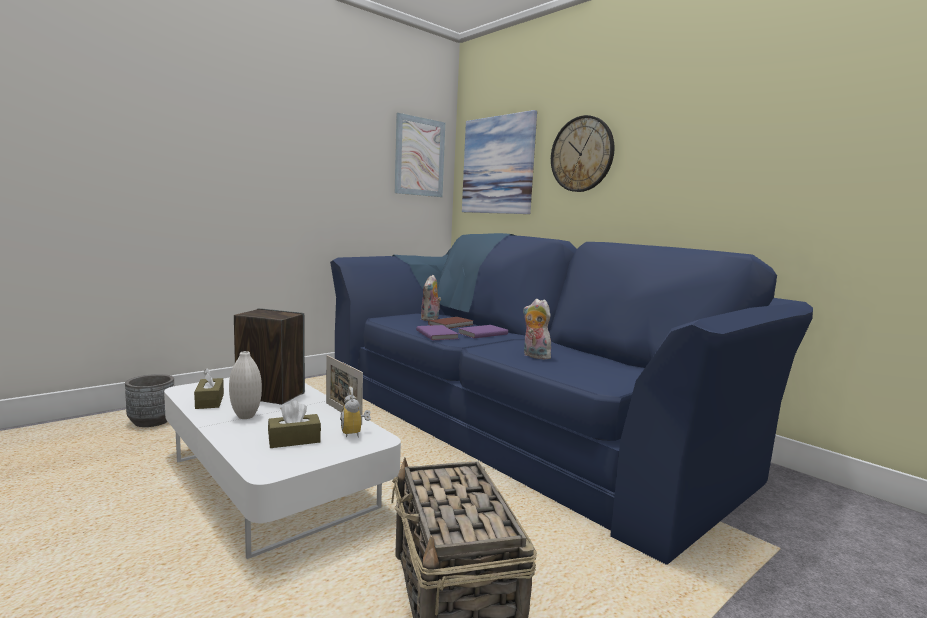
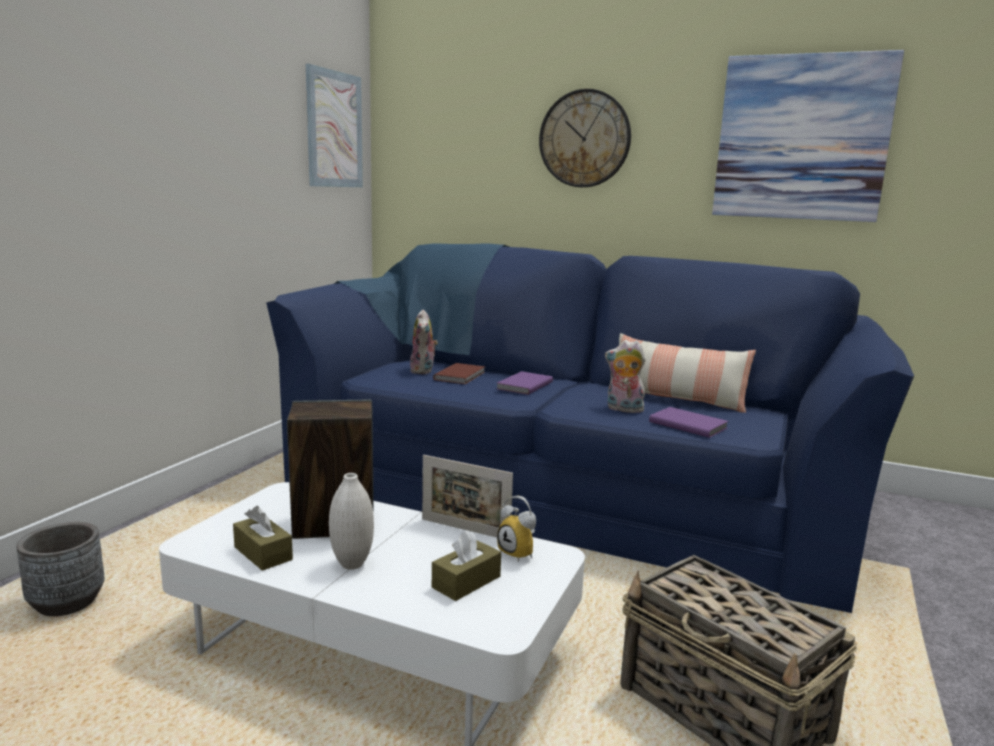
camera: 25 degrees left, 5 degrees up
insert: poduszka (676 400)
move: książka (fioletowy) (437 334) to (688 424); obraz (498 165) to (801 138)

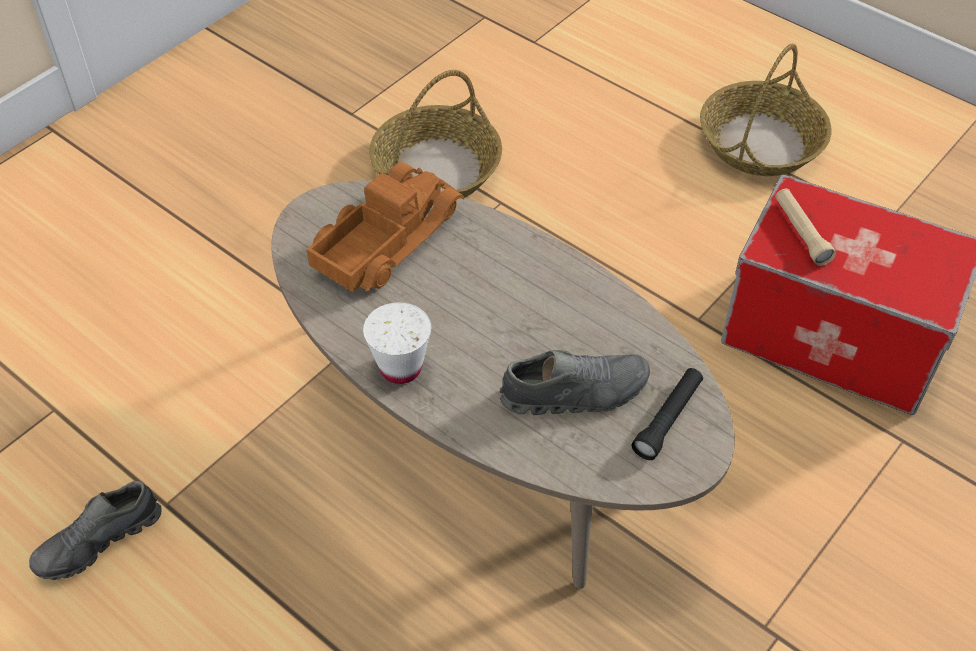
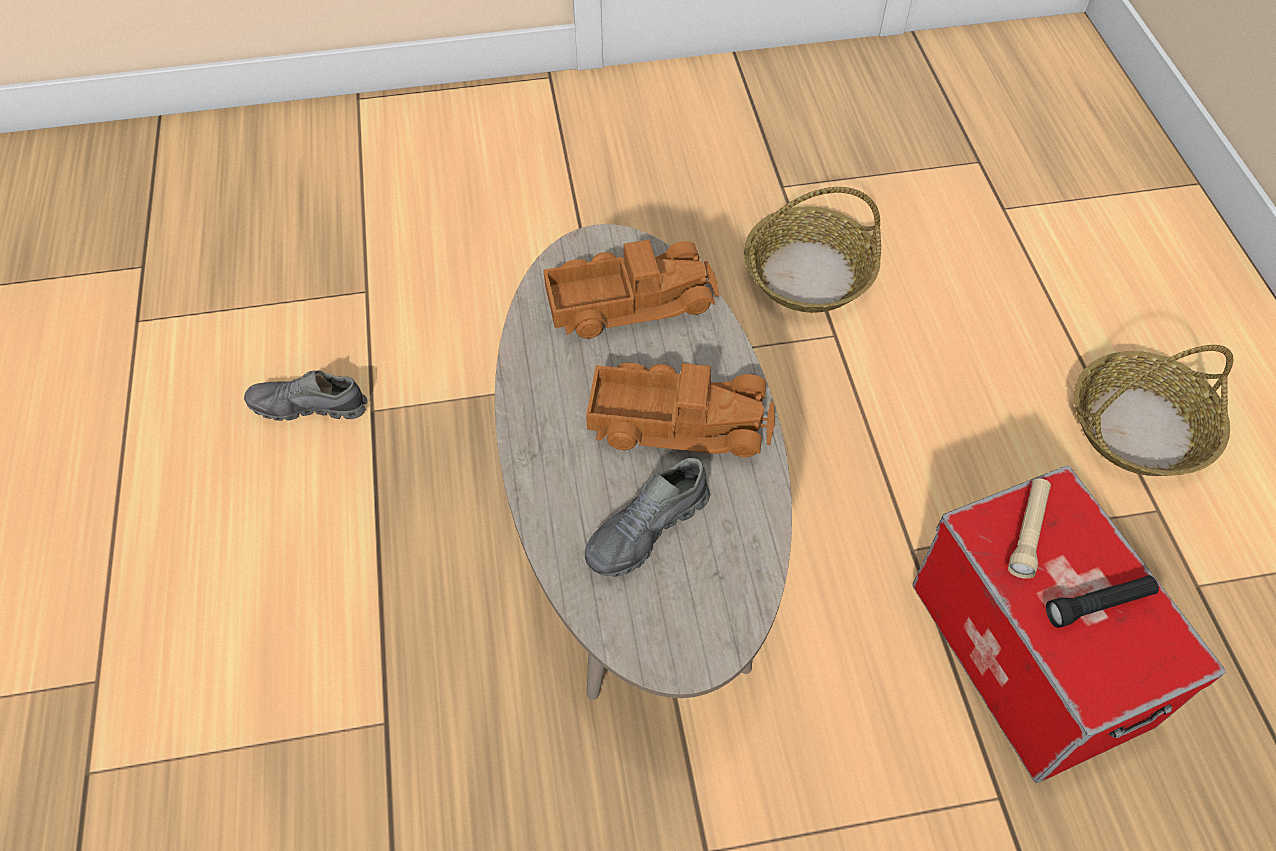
camera: 40 degrees right, 5 degrees up
delete: filiżanka (biały) (401 368)
insert: ciężarówka zabawkowa (678 420)
move: latarka (czarny) (668 419) to (1098 605)
rotate: but (szary) (574 392) = (647 530) 105 degrees clockwise

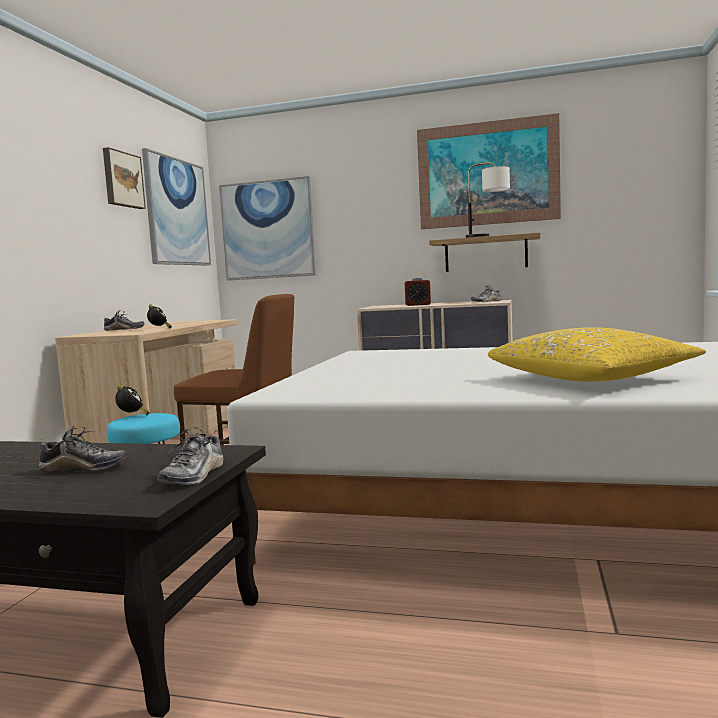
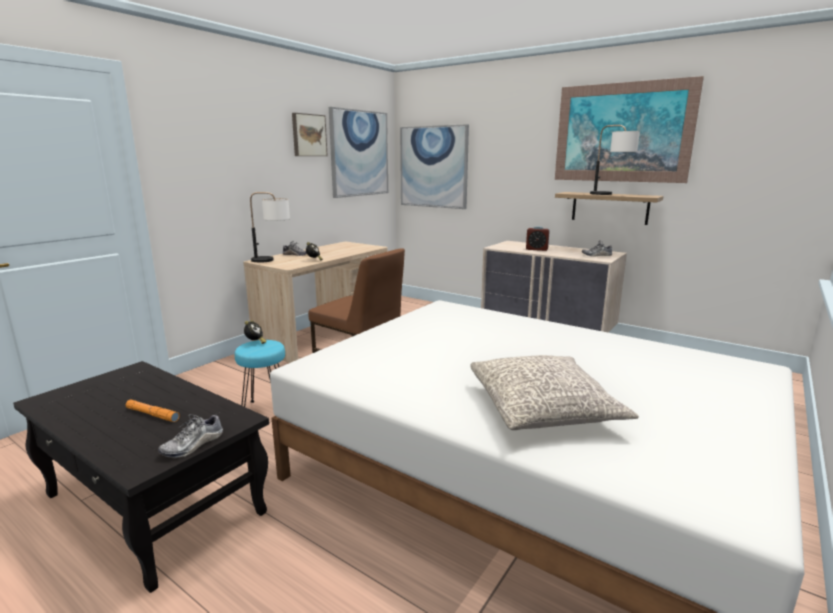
camera: 20 degrees right, 10 degrees up
insert: lampa stołowa (272 260)
replace: but (84 468) to latarka (pomarańczowy) (152 414)
recolor: poduszka (żółty) (591 378) to poduszka (szary) (543 408)

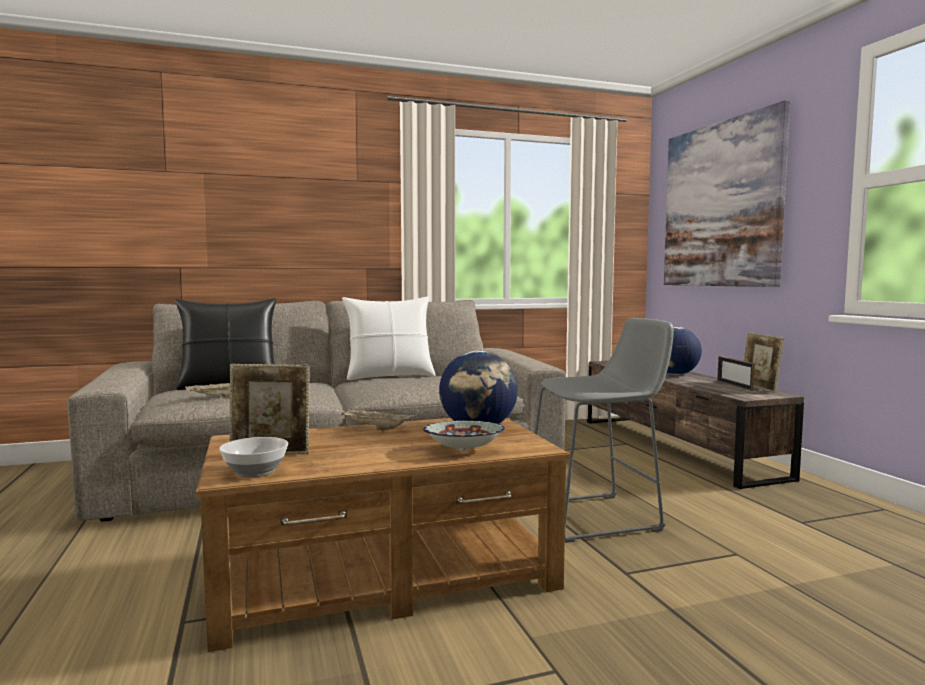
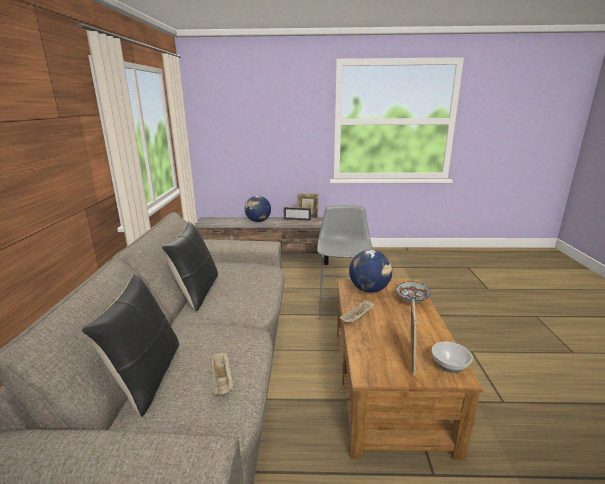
camera: 70 degrees left, 15 degrees up
delete: obraz (721 205)
recolor: poduszka (biały) (389 376) to poduszka (czarny) (197 292)

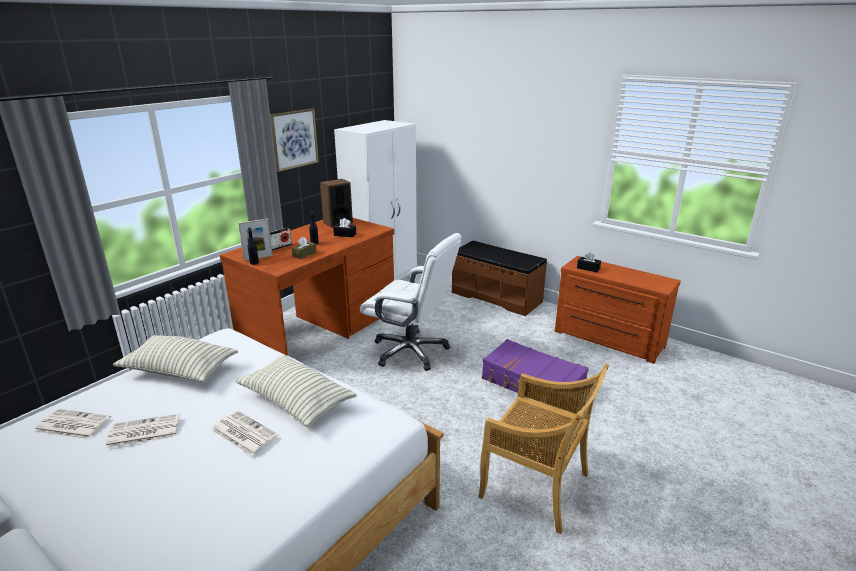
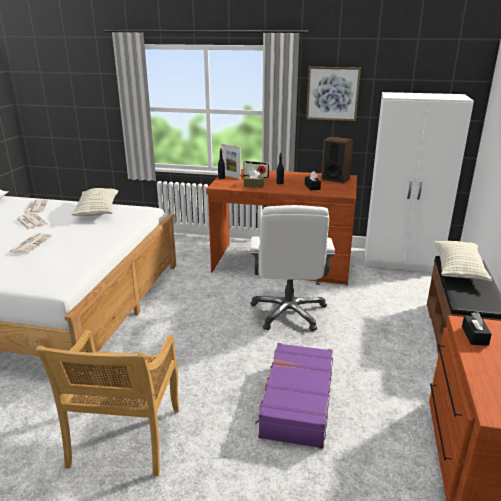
camera: 65 degrees right, 0 degrees up
move: poduszka (296 401) to (458 269)

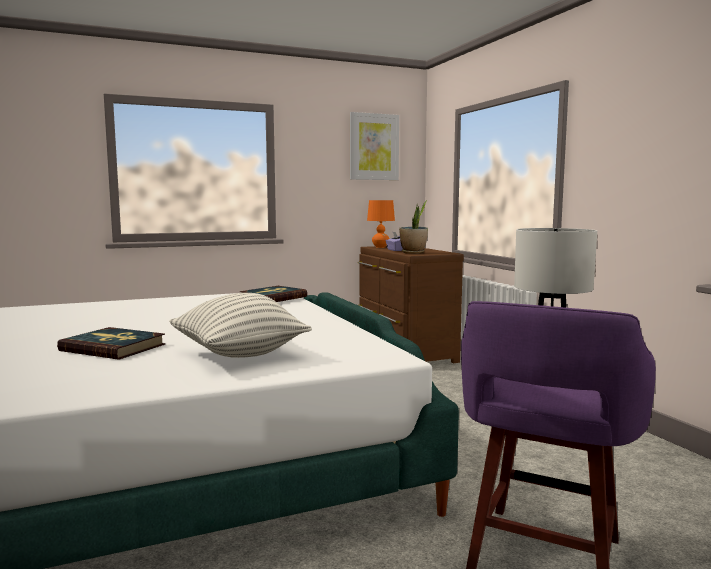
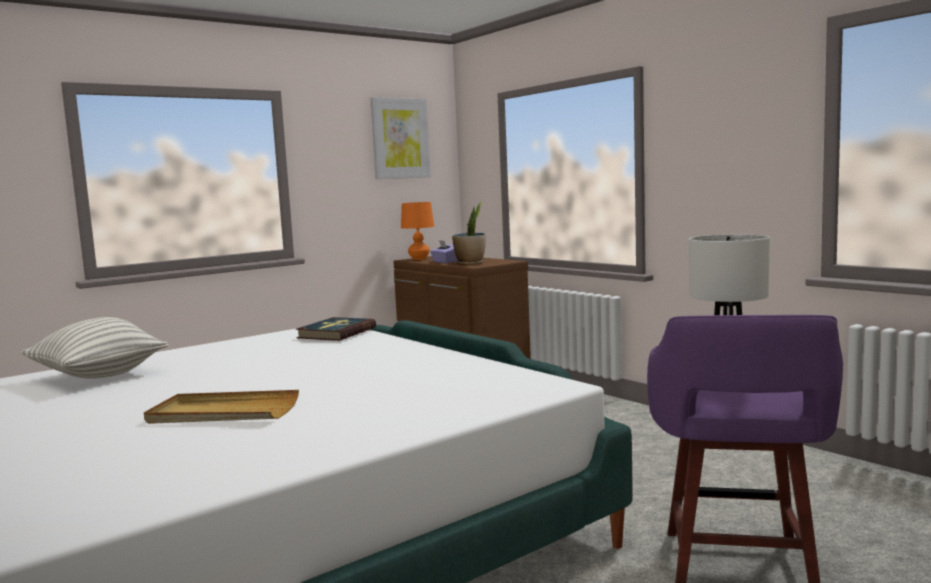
camera: 15 degrees left, 0 degrees up
move: poduszka (239 355) to (99 376)
replace: książka (113 347) to taca (beżowy) (223 413)

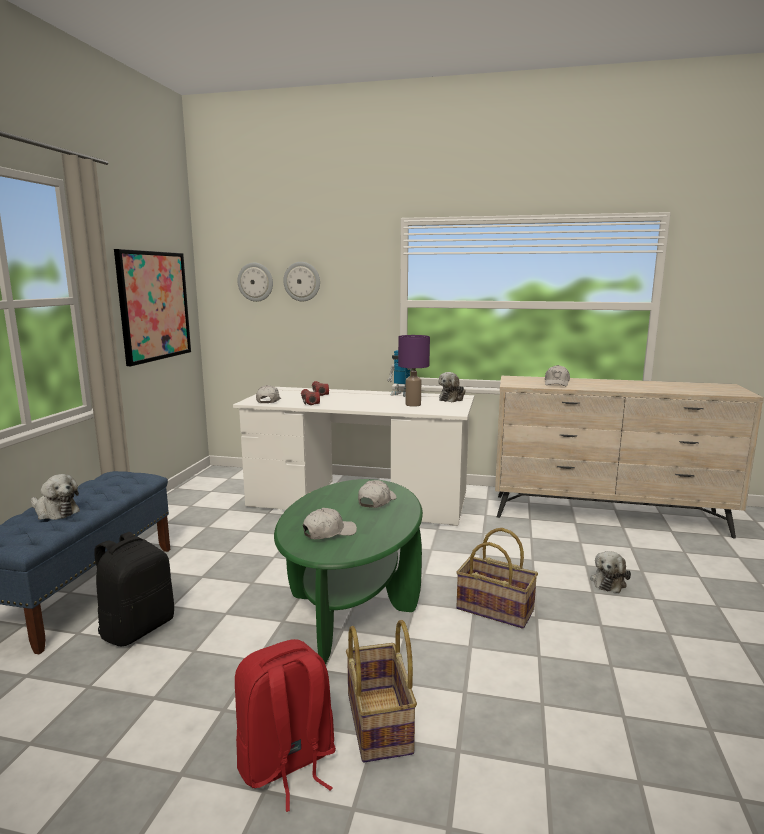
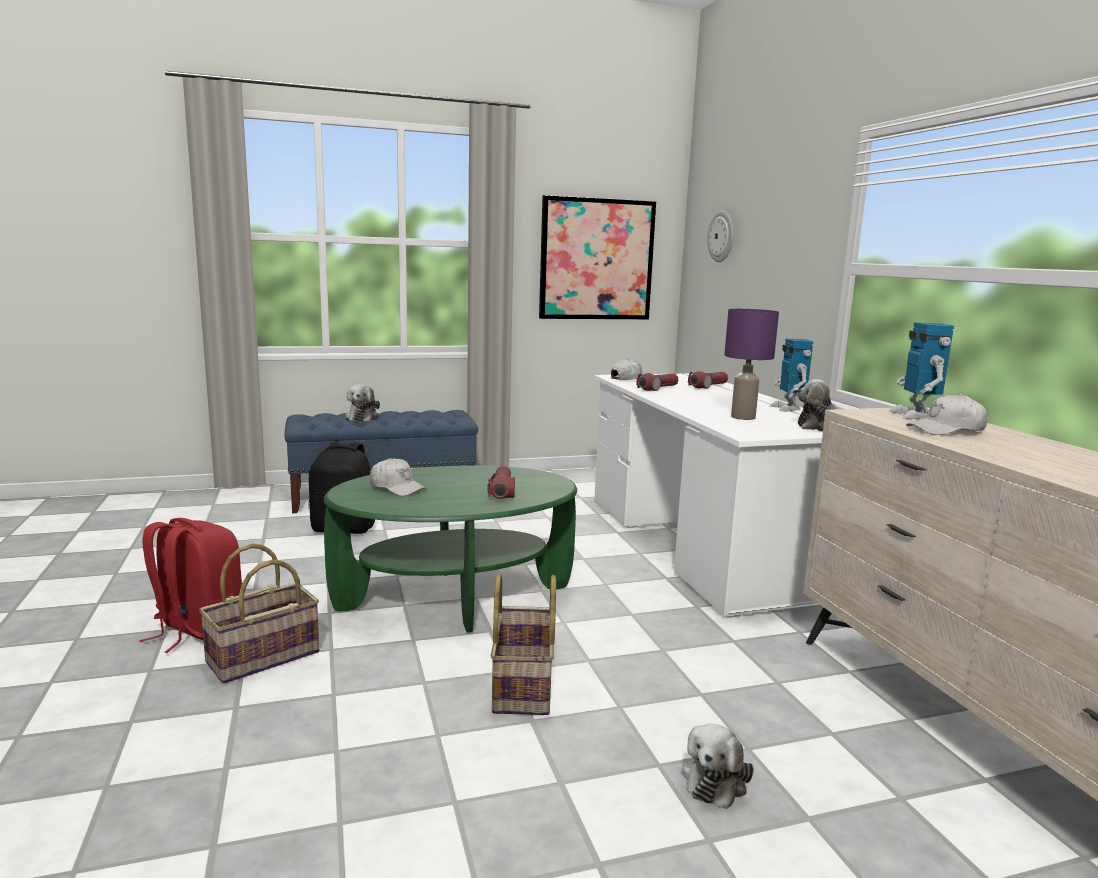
camera: 60 degrees right, 0 degrees up
delete: zegar ścienny (302 281)
insert: robot zabawkowy (914 415)
replace: czapka z daszkiem (biały) (376 501) to latarka (501 491)
rotate: pluszak (608 581) = (715 779) 60 degrees counterclockwise

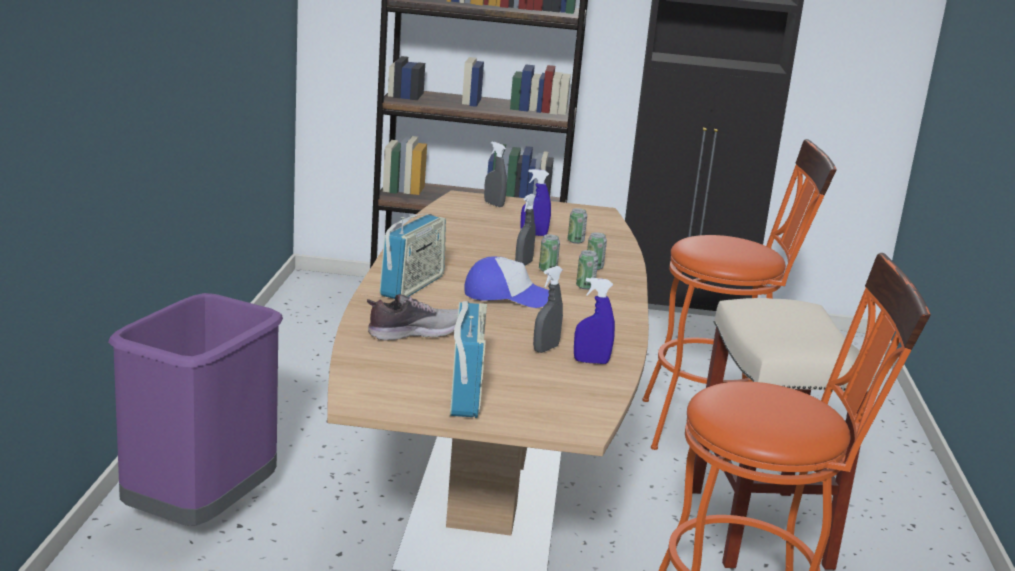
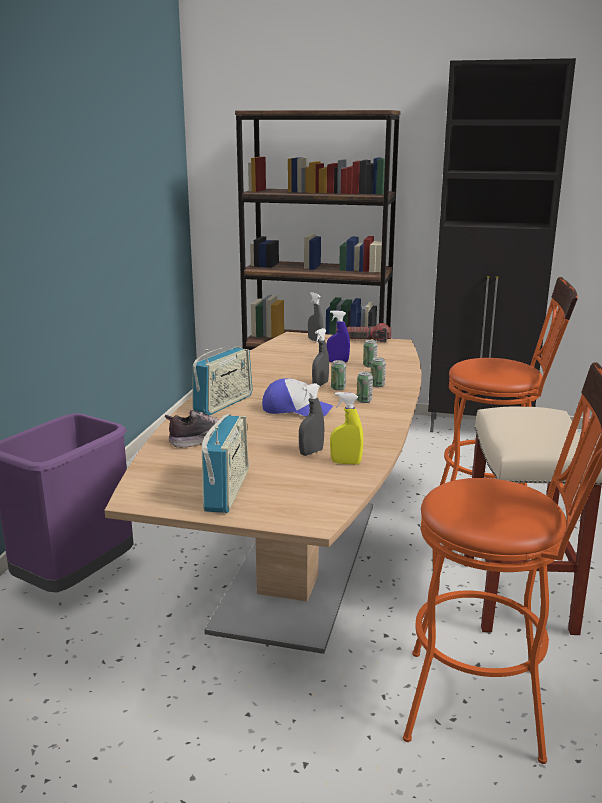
camera: 10 degrees right, 0 degrees up
insert: latarka (363 340)
recolor: spryskiwacz (niebieski) (591 362) to spryskiwacz (żółty) (346 463)

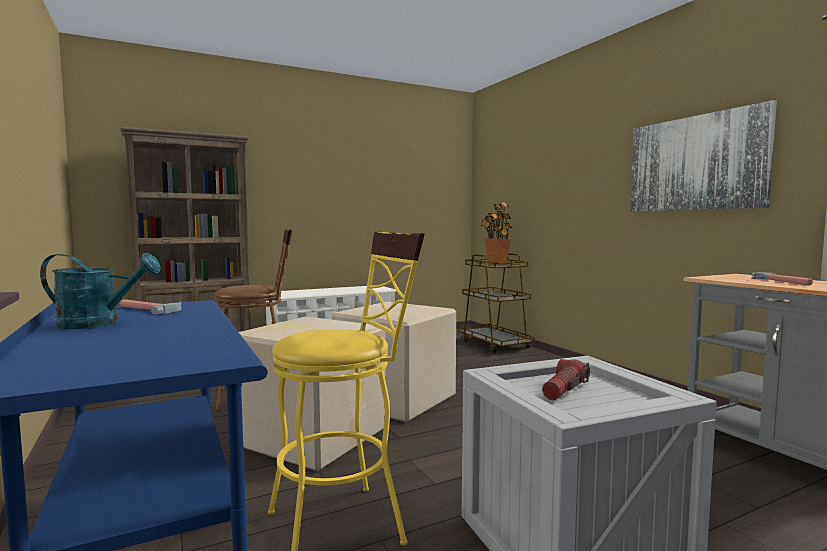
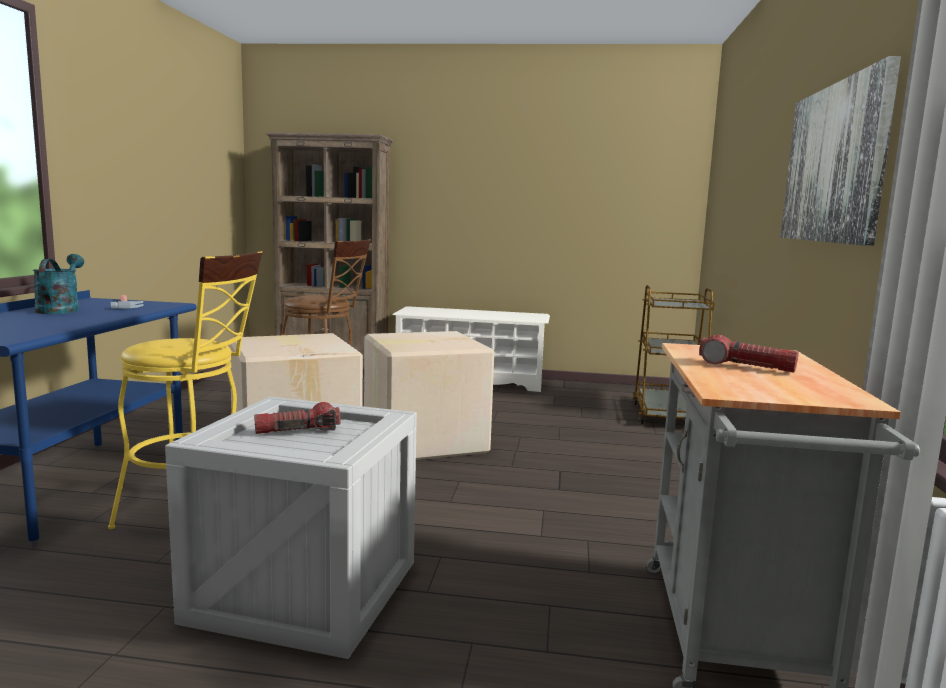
camera: 35 degrees right, 5 degrees up
delete: roślina doniczkowa (496 264)
replace: młotek (781 282) to latarka (746 367)
rotate: konewka (turkusowy) (98 324) = (60 309) 135 degrees counterclockwise

